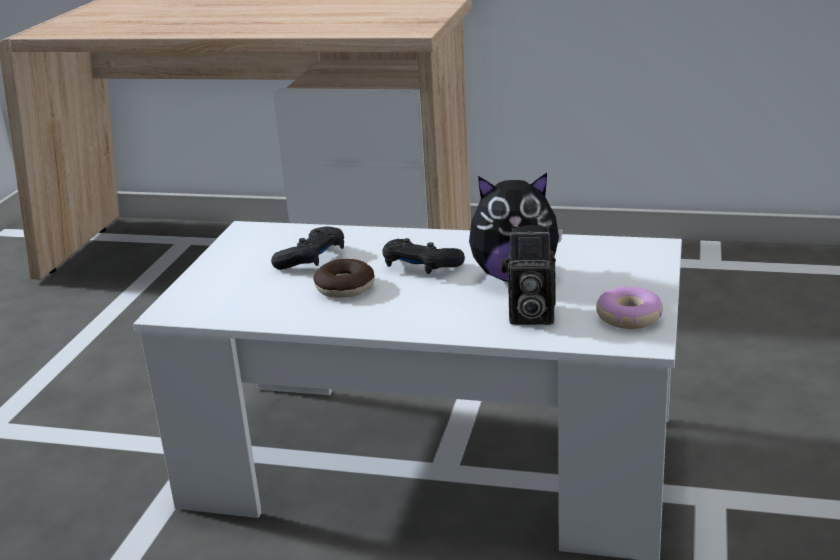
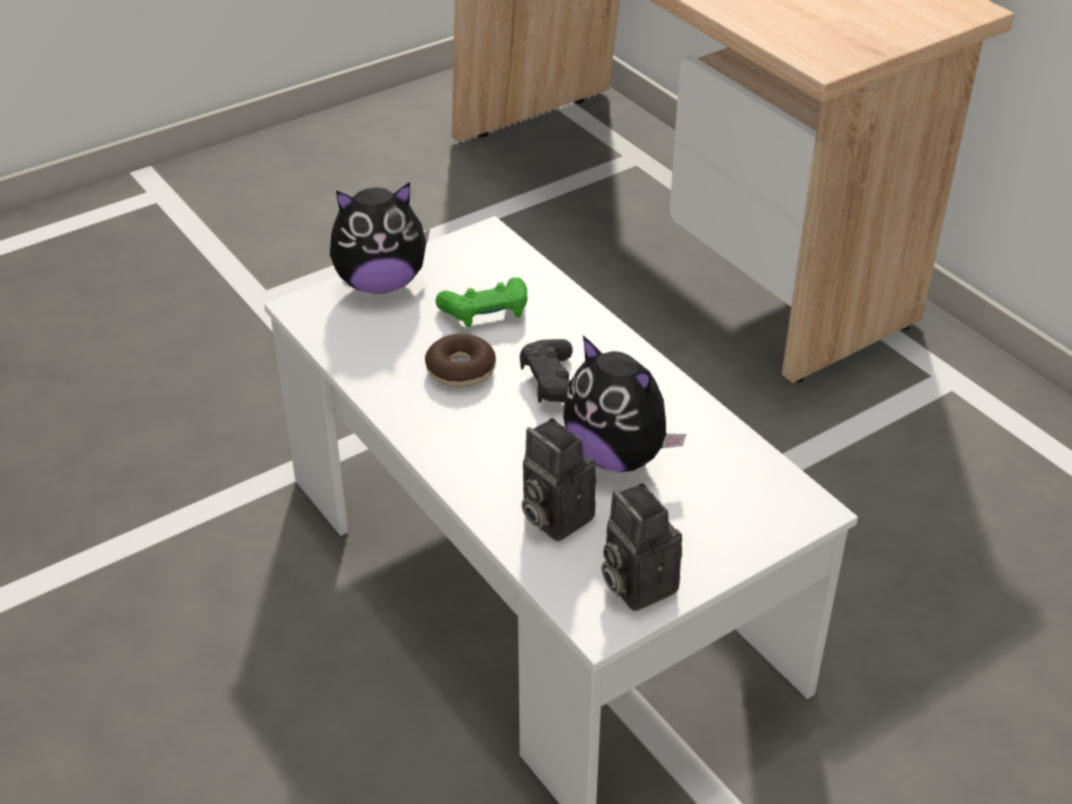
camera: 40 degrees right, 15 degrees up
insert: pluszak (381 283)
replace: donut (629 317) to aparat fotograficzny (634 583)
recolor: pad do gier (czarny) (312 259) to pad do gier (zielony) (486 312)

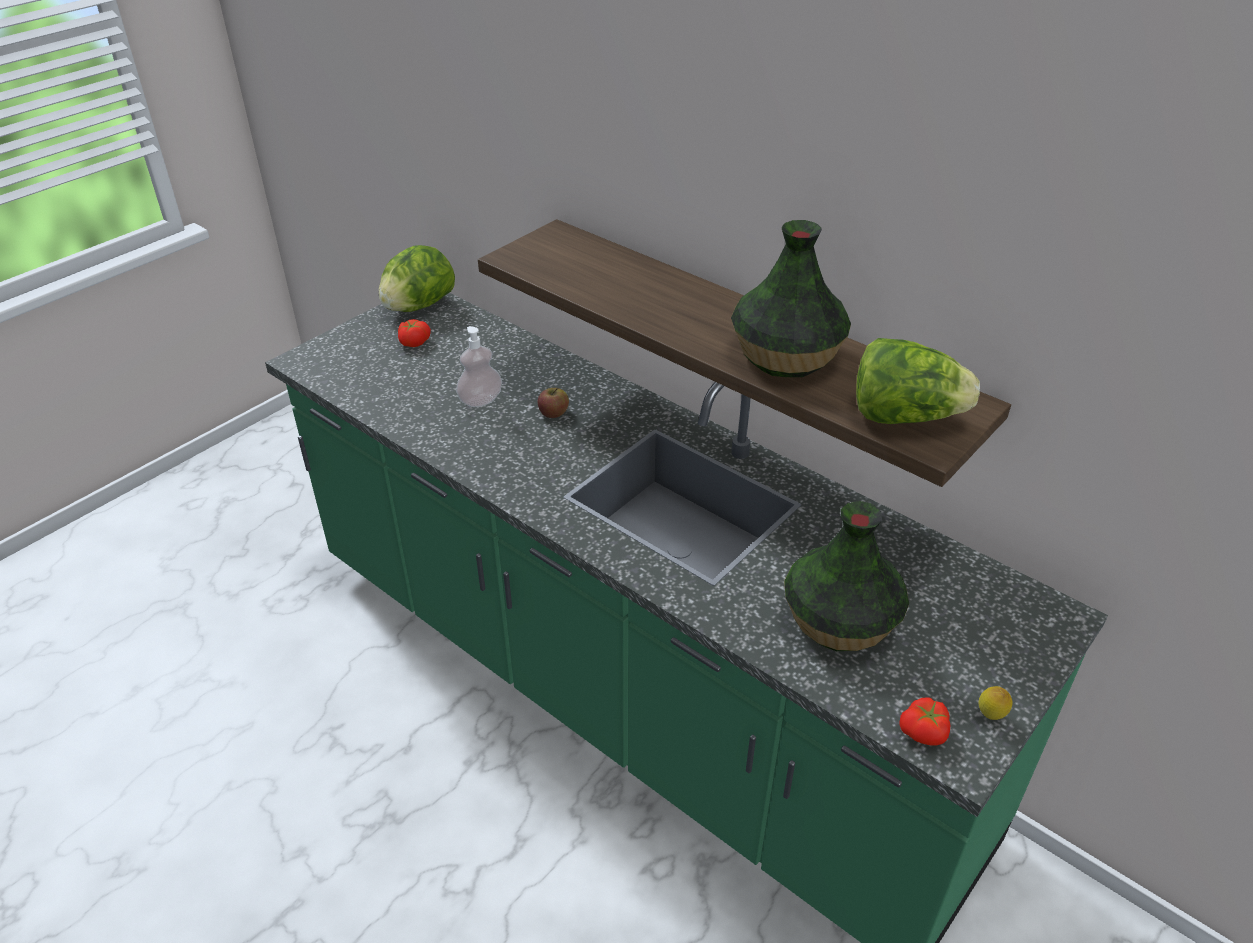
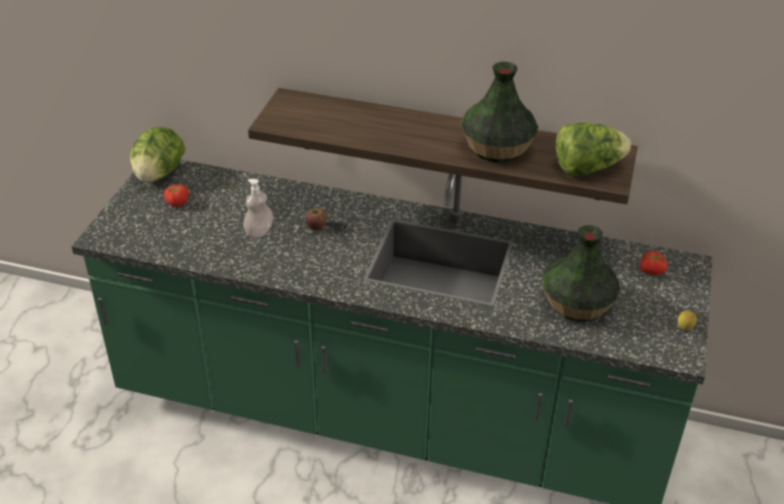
camera: 25 degrees left, 0 degrees up
move: pomidor (924 733) to (652 271)

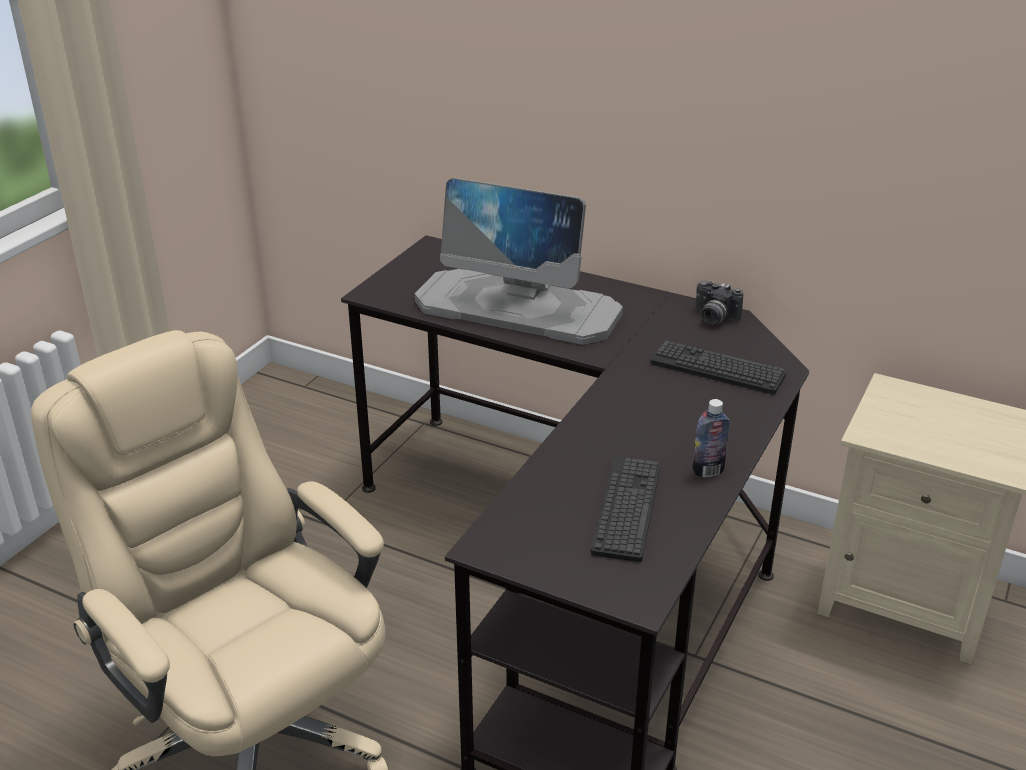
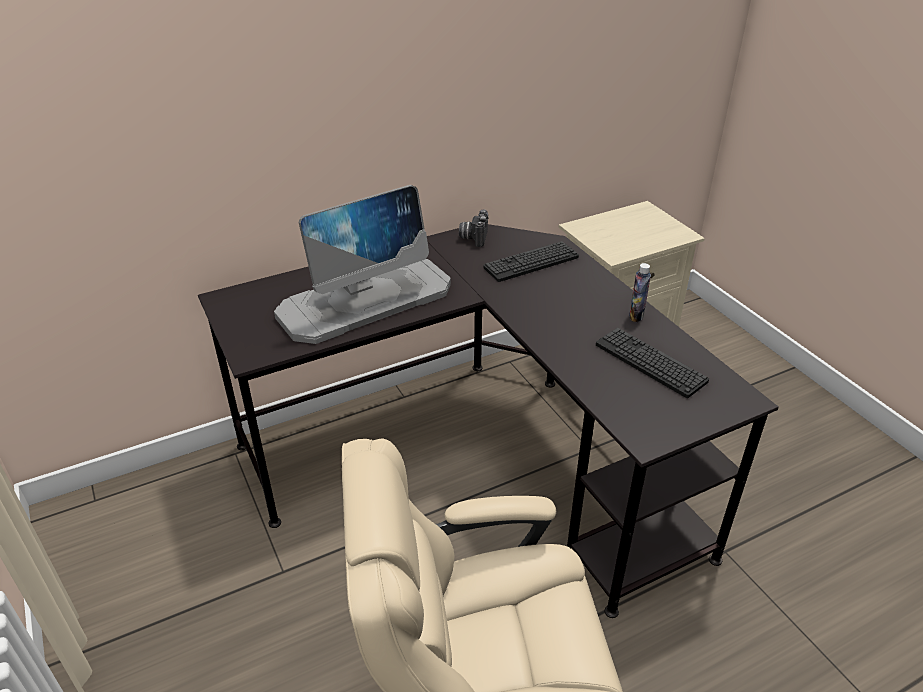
camera: 55 degrees left, 5 degrees up
rotate: aparat fotograficzny (713 318) = (473 237) 120 degrees clockwise

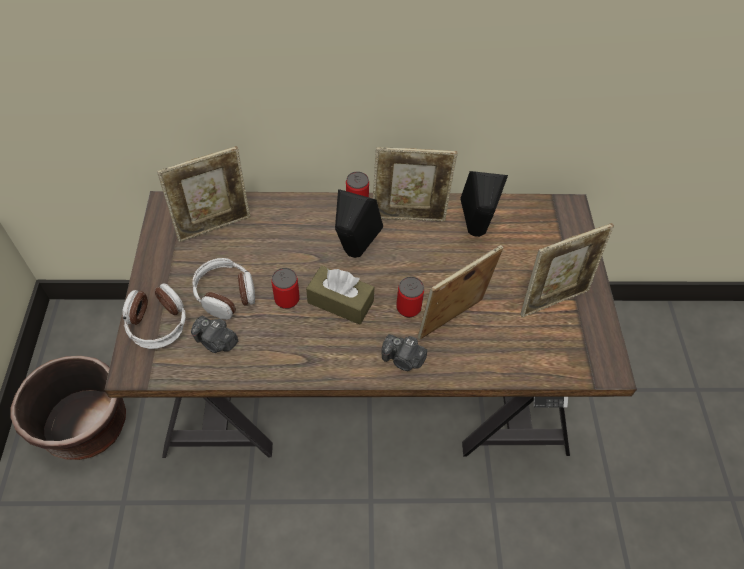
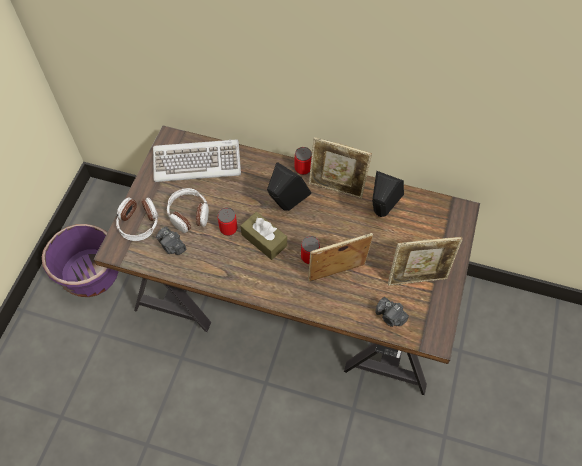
camera: 20 degrees right, 5 degrees up
move: aparat fotograficzny (403 360) to (390 317)
replace: ramka na zdjęcie (214 226) to klawiatura (197 162)
recolor: donica (brązowy) (86 426) to donica (fioletowy) (91 274)

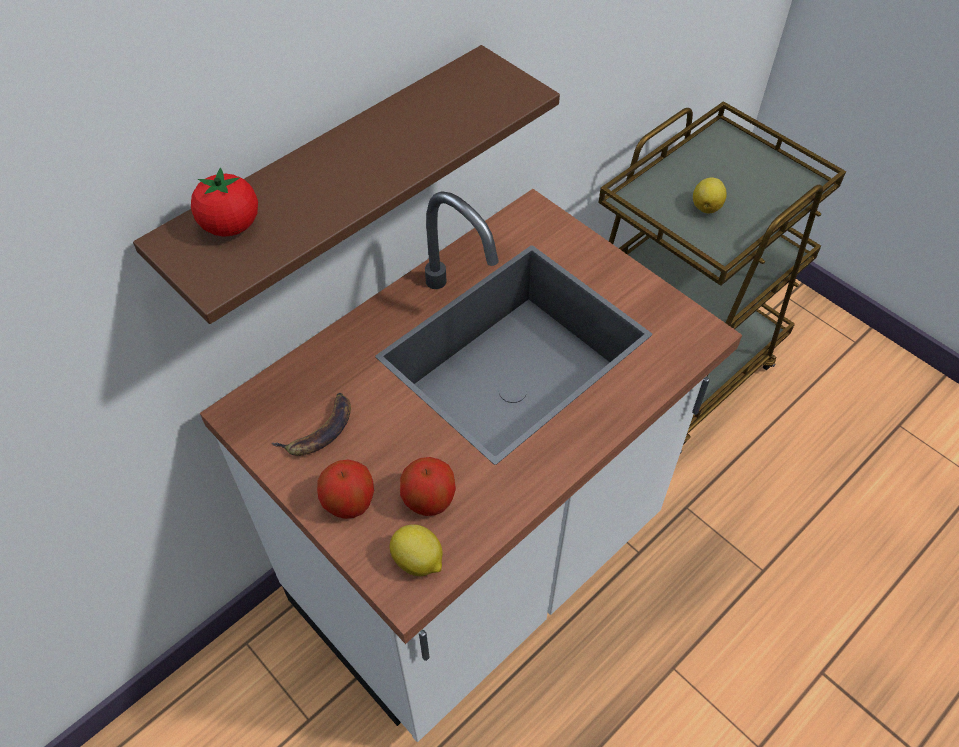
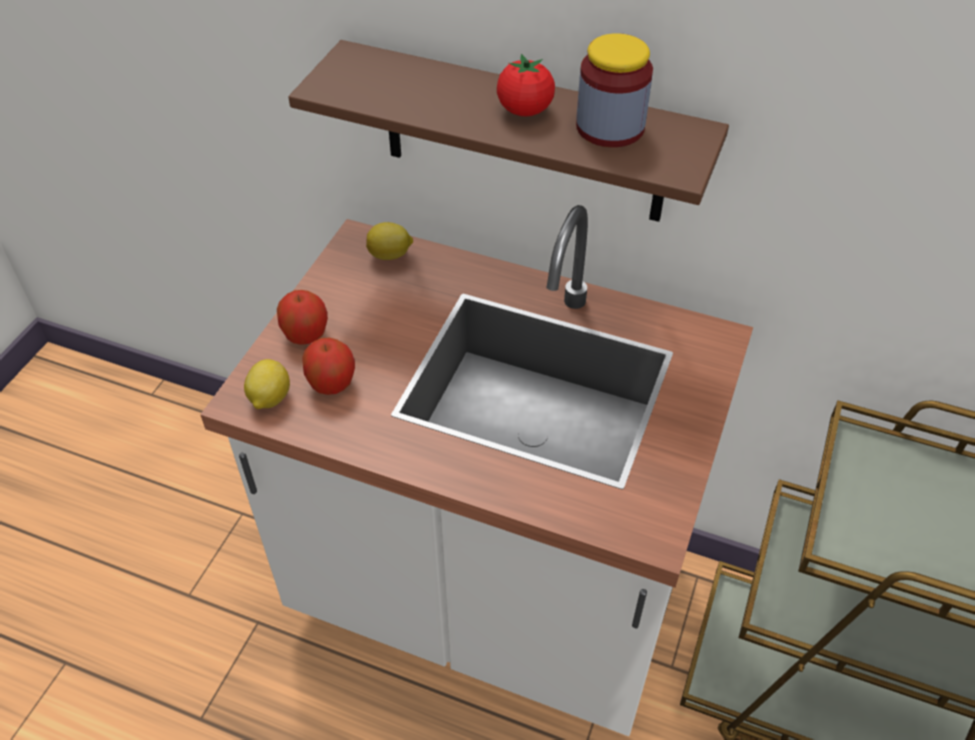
camera: 65 degrees right, 5 degrees down
delete: banan (320 430)
insert: słoik (610 127)
move: pomidor (231 226) to (525 110); cytryna (706 206) to (390 255)

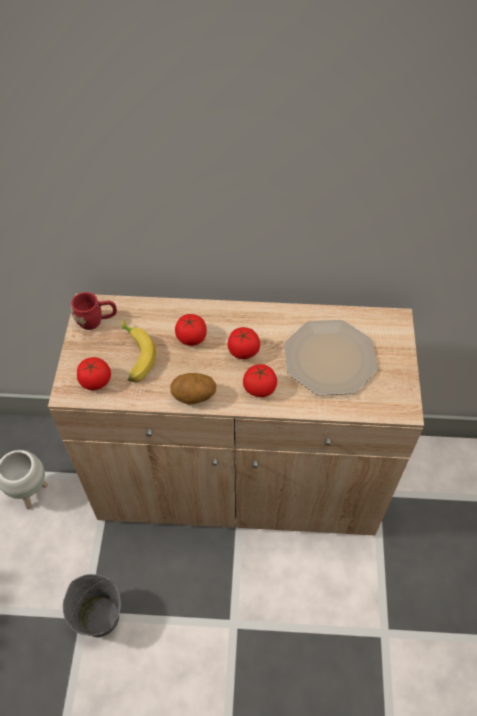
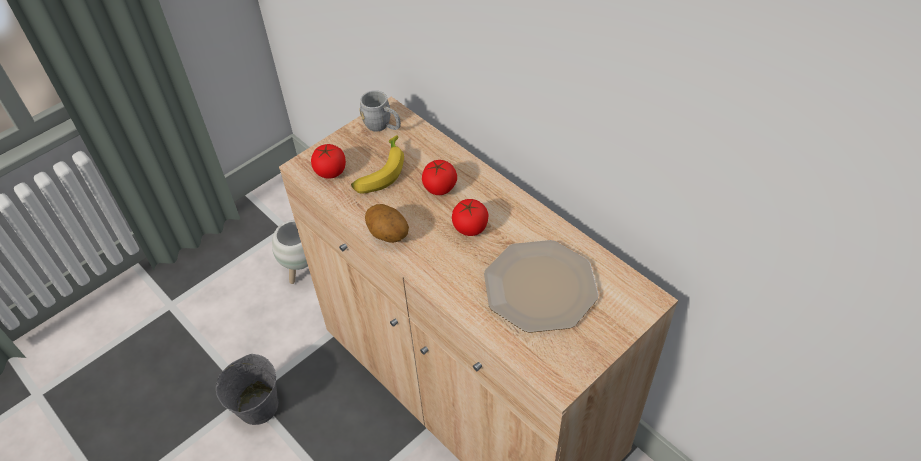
camera: 45 degrees right, 5 degrees down
delete: pomidor (259 388)
recolor: kubek (czerwony) (96 320) to kubek (szary) (382 126)

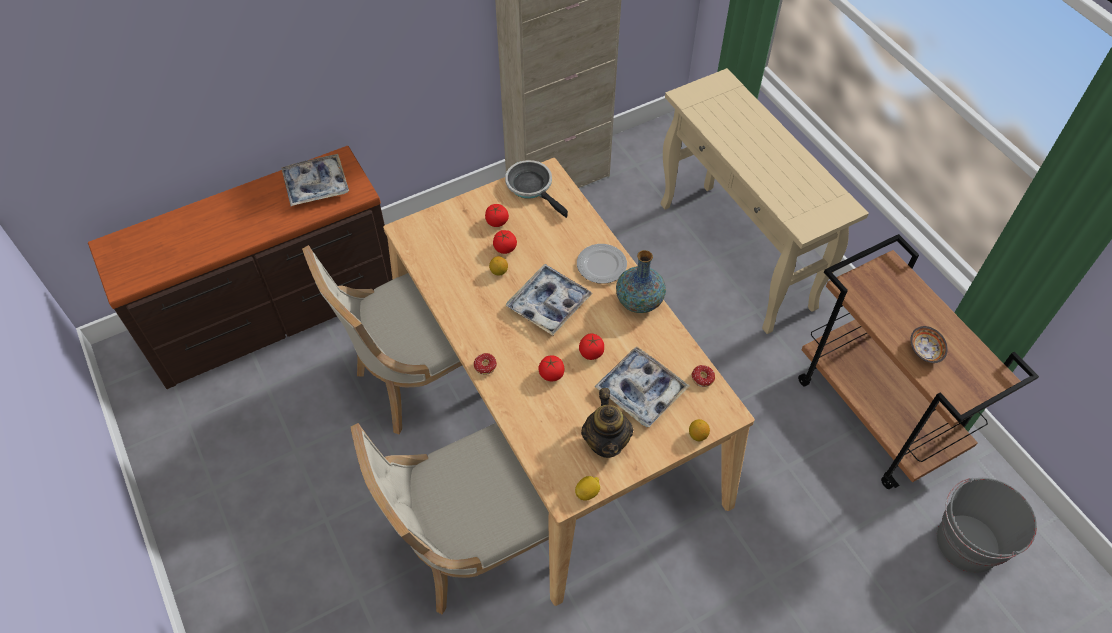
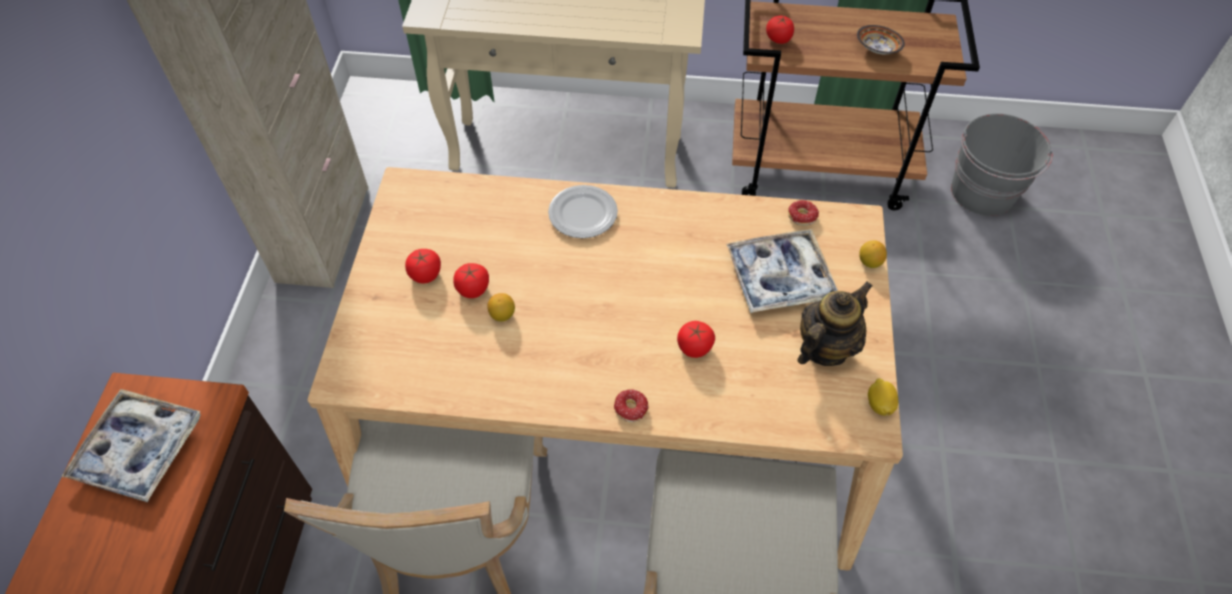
camera: 55 degrees left, 0 degrees up
delete: patelnia (532 187); taca (549 304); wazon (639 301)
move: pomidor (591 352) to (778 39)
rotate: imbryk (606 442) = (824 347) 75 degrees counterclockwise

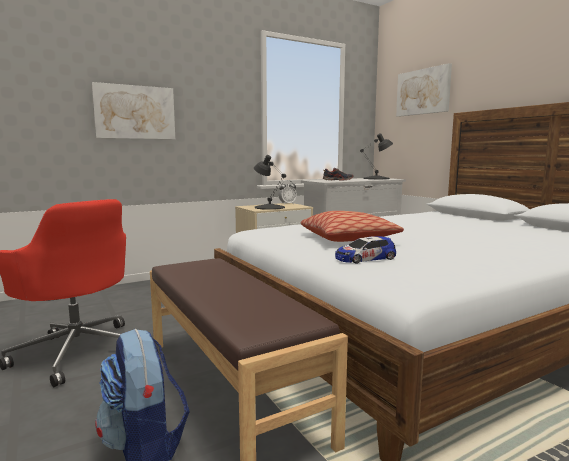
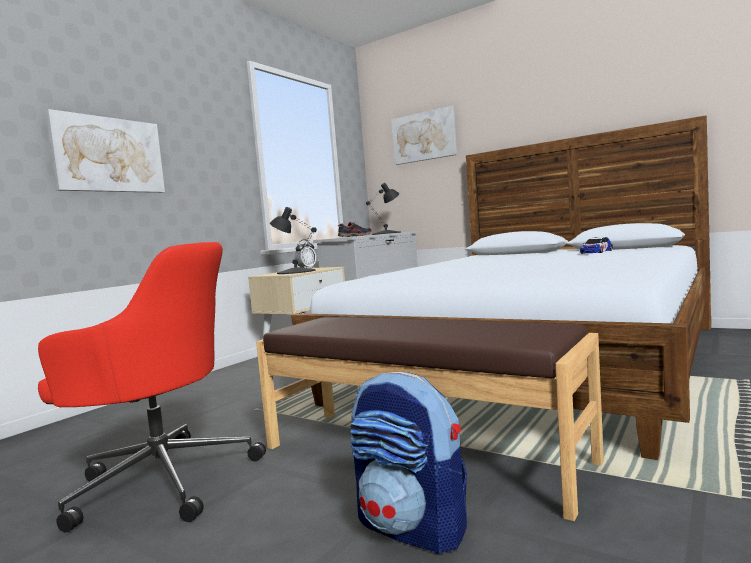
camera: 25 degrees left, 5 degrees down
delete: poduszka (348 239)
move: samochodzik (365 258) to (596 252)

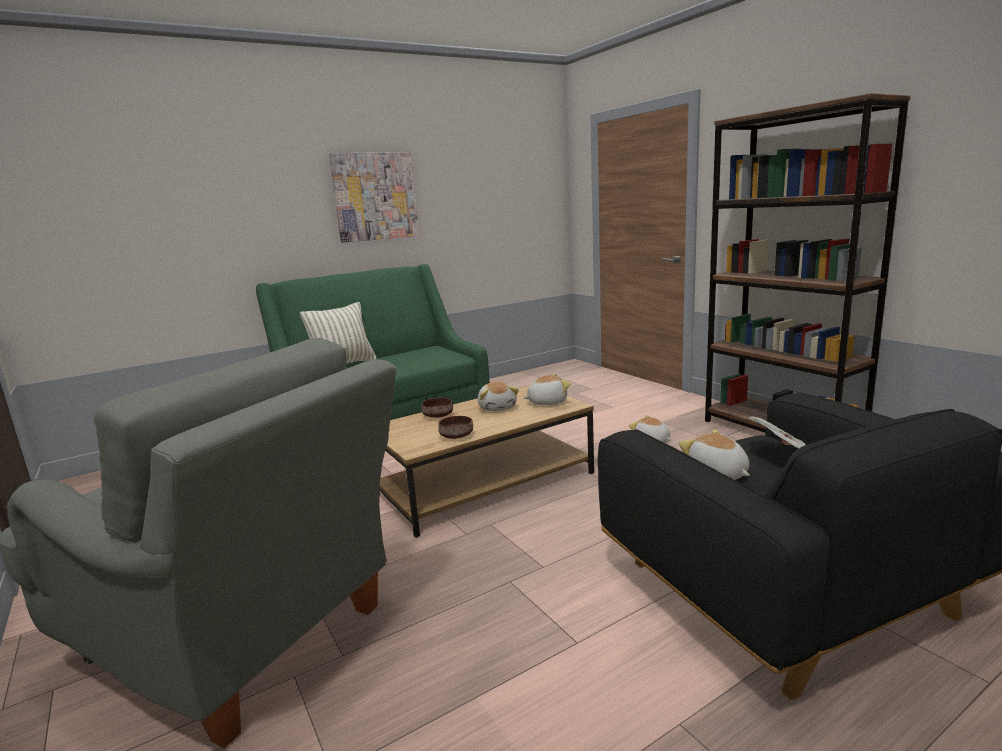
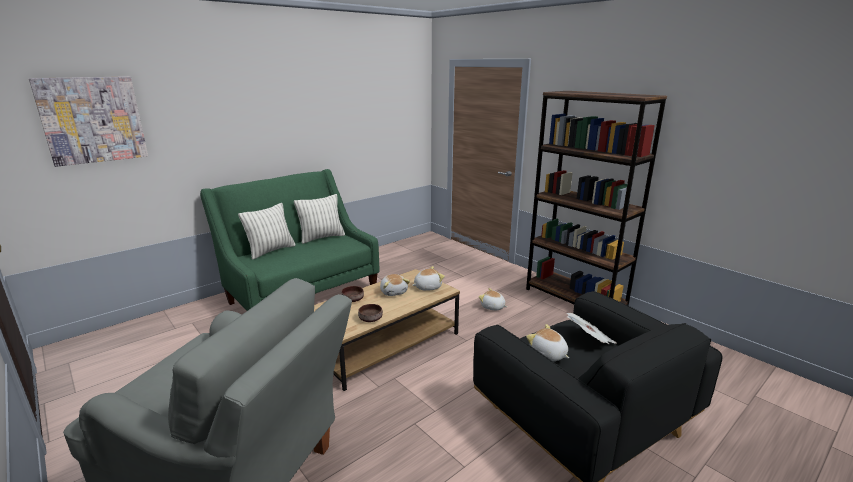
camera: 10 degrees left, 5 degrees up
insert: poduszka (321 237)
move: obraz (375 196) to (93 120)

